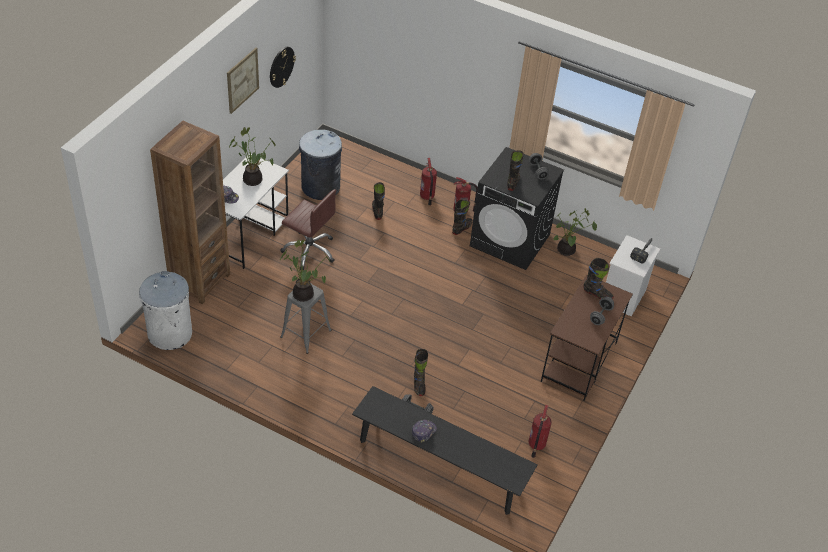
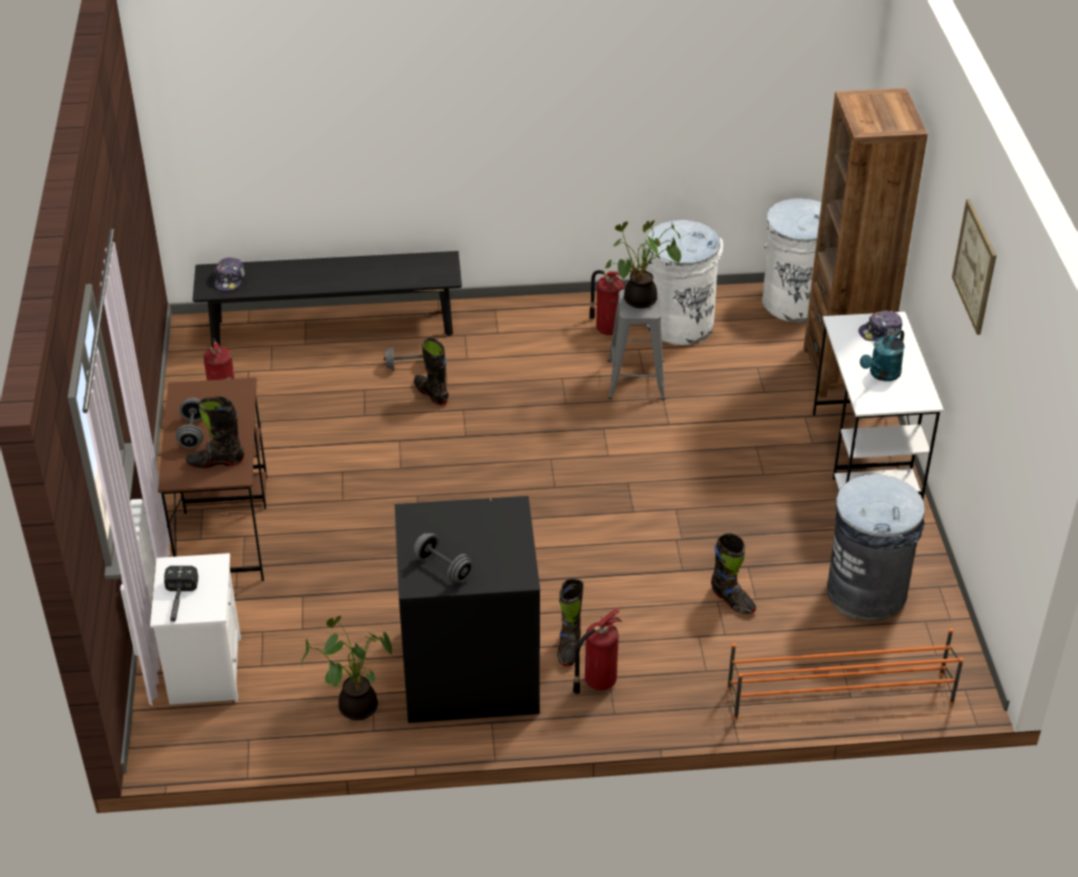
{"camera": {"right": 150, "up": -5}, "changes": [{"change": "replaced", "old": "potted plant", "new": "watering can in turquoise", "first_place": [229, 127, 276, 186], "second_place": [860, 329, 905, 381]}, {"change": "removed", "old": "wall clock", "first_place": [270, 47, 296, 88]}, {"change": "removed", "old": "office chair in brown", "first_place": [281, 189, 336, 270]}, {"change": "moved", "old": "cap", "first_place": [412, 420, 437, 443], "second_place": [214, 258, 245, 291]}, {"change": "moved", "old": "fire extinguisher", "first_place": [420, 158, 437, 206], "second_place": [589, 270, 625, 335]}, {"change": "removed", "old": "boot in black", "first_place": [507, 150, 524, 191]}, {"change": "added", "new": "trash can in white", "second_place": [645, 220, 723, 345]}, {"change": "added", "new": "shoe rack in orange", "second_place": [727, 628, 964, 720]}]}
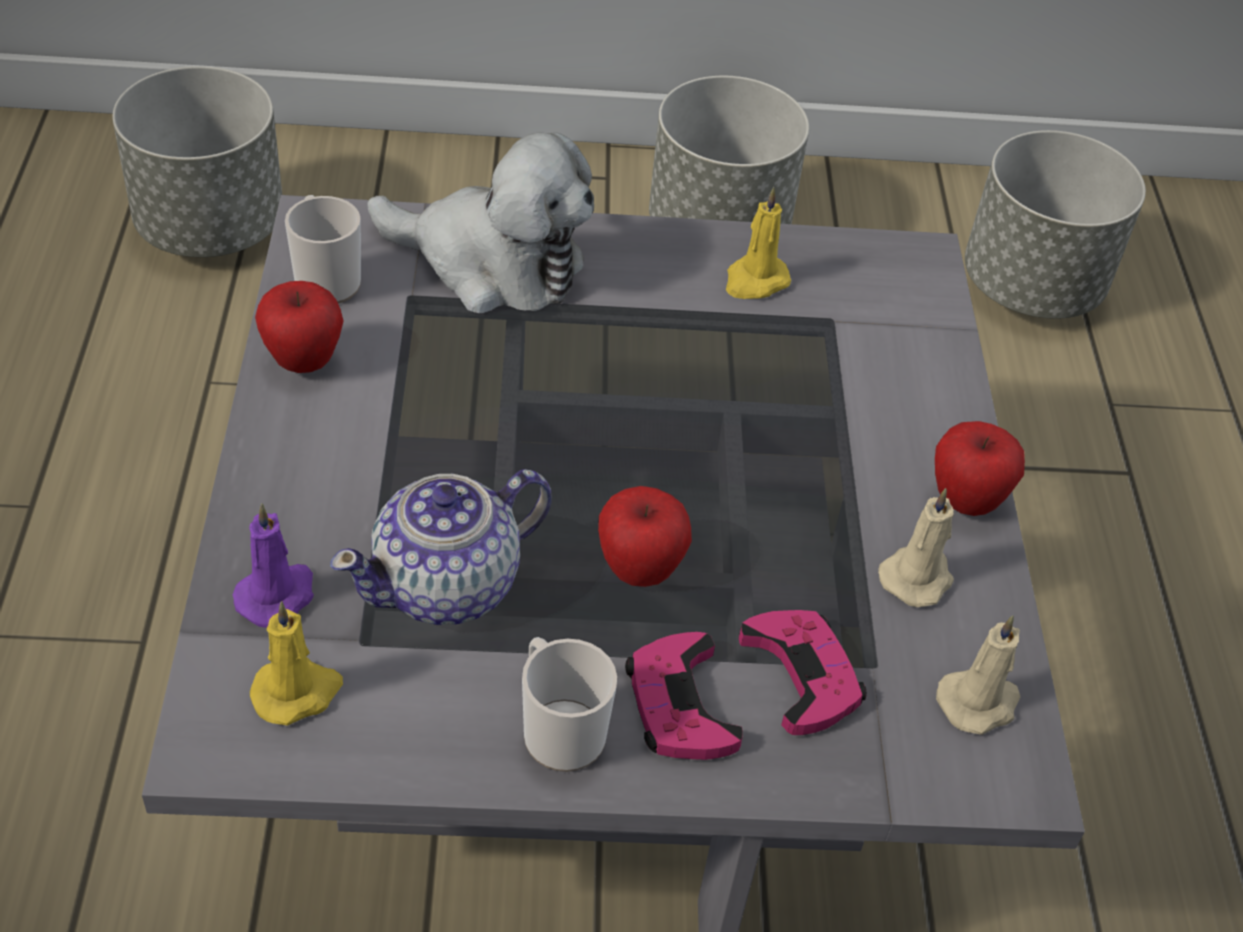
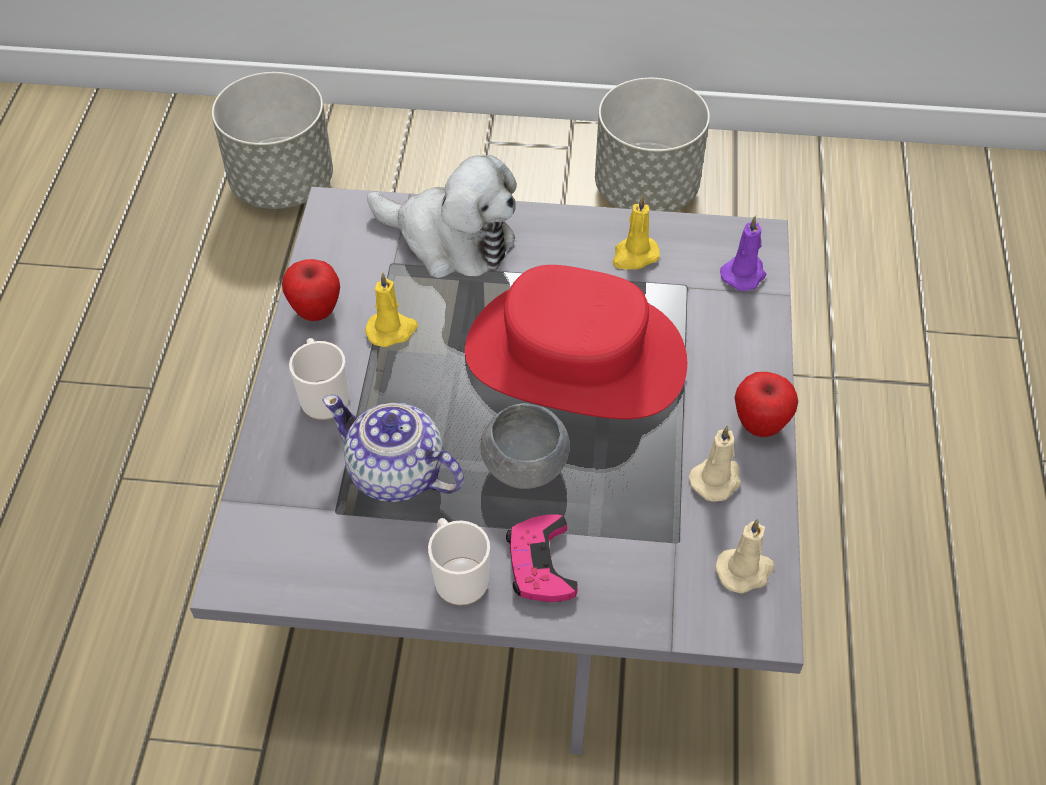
{"camera": {"right": 10, "up": 5}, "changes": [{"change": "moved", "old": "candle in purple", "first_place": [233, 504, 314, 628], "second_place": [720, 215, 766, 291]}, {"change": "moved", "old": "candle in yellow", "first_place": [250, 602, 343, 725], "second_place": [365, 272, 418, 347]}, {"change": "moved", "old": "mug", "first_place": [285, 195, 361, 304], "second_place": [289, 338, 349, 420]}, {"change": "turned", "old": "teapot", "first_place": [330, 469, 552, 625], "second_place": [323, 395, 464, 502], "degrees": 60}, {"change": "replaced", "old": "apple", "new": "bowl in grey", "first_place": [598, 486, 692, 587], "second_place": [480, 403, 570, 489]}, {"change": "removed", "old": "game controller in pink", "first_place": [739, 610, 867, 735]}, {"change": "removed", "old": "planter in grey", "first_place": [965, 130, 1146, 319]}, {"change": "added", "new": "hat in red", "second_place": [465, 265, 687, 419]}]}
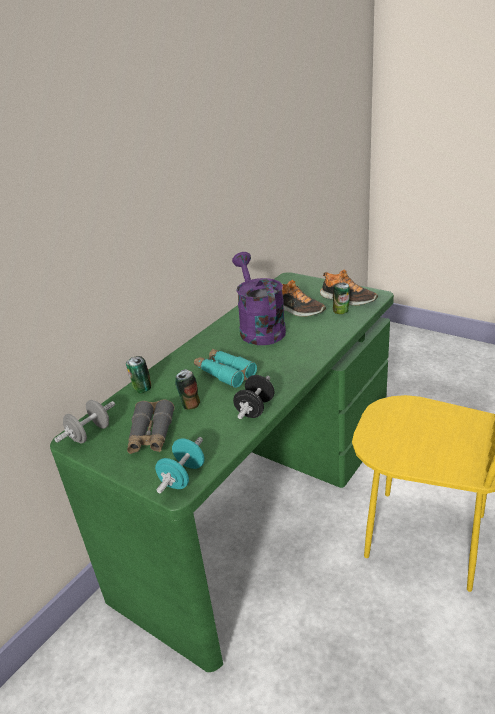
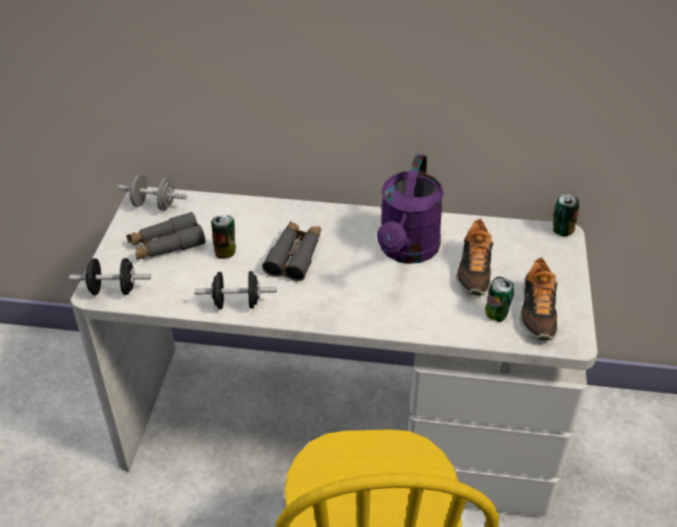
{"camera": {"right": 60, "up": 10}, "changes": [{"change": "recoloured", "old": "desk in green", "new": "desk in white", "first_place": [50, 272, 394, 672], "second_place": [71, 187, 598, 517]}, {"change": "moved", "old": "can", "first_place": [126, 356, 151, 393], "second_place": [553, 194, 579, 236]}, {"change": "recoloured", "old": "dumbbell in turquoise", "new": "dumbbell in black", "first_place": [155, 437, 205, 493], "second_place": [69, 258, 151, 295]}, {"change": "recoloured", "old": "binoculars in turquoise", "new": "binoculars in grey", "first_place": [194, 349, 257, 388], "second_place": [262, 221, 321, 281]}, {"change": "turned", "old": "watering can in purple", "first_place": [232, 252, 286, 345], "second_place": [377, 154, 444, 264], "degrees": 150}]}
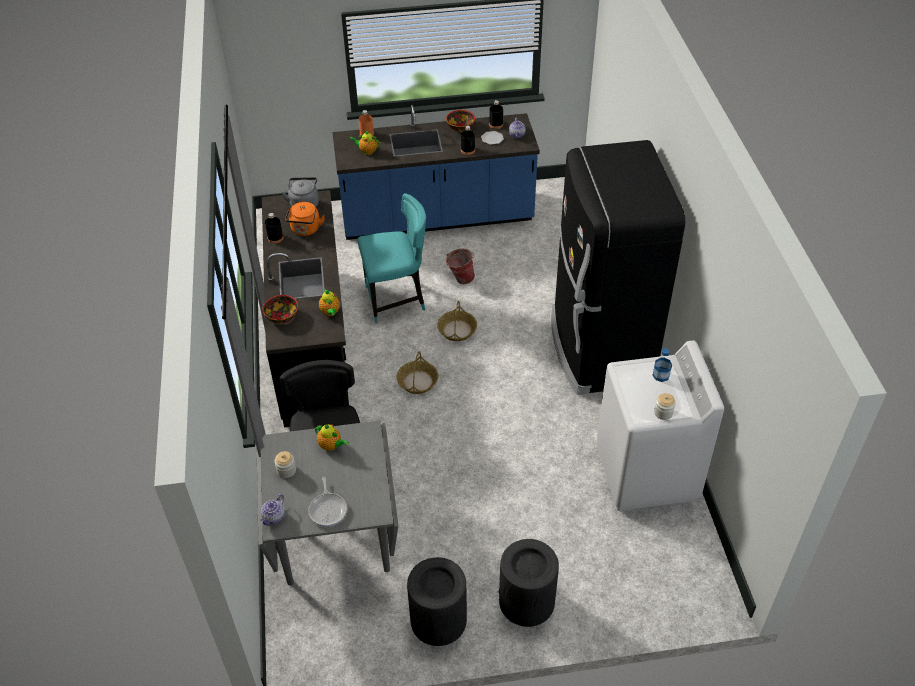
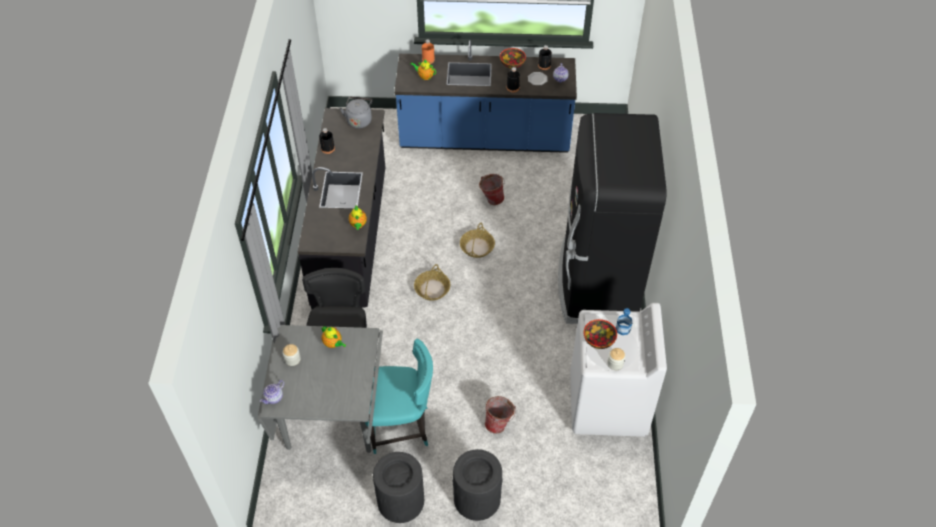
{"camera": {"right": 10, "up": 5}, "changes": [{"change": "moved", "old": "bowl", "first_place": [263, 295, 298, 324], "second_place": [584, 319, 617, 349]}, {"change": "removed", "old": "kettle in orange", "first_place": [285, 202, 325, 236]}, {"change": "removed", "old": "frying pan", "first_place": [308, 477, 347, 527]}, {"change": "moved", "old": "chair in turquoise", "first_place": [358, 193, 426, 323], "second_place": [365, 338, 433, 454]}, {"change": "added", "new": "bucket", "second_place": [485, 396, 516, 434]}]}
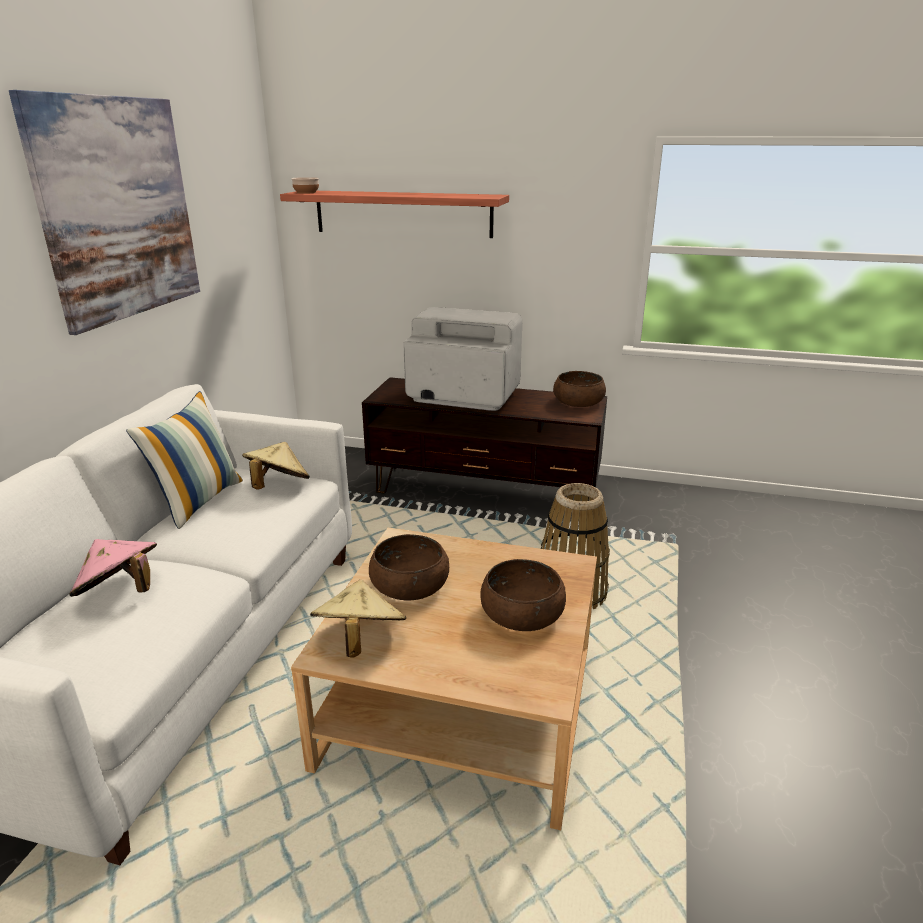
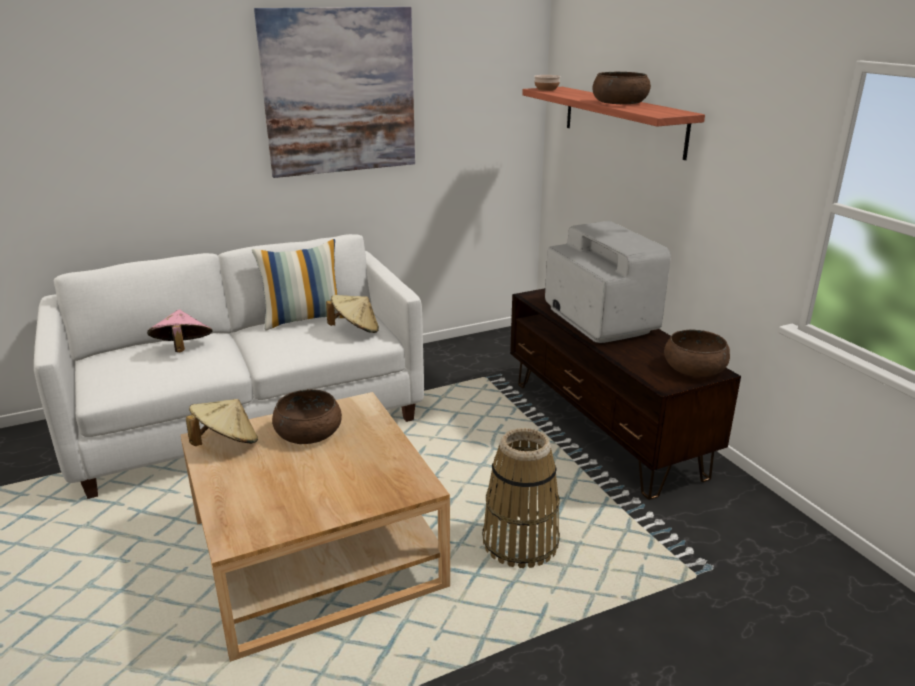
{"camera": {"right": 50, "up": 0}, "changes": [{"change": "moved", "old": "bowl in brown", "first_place": [480, 559, 566, 631], "second_place": [592, 72, 651, 104]}]}
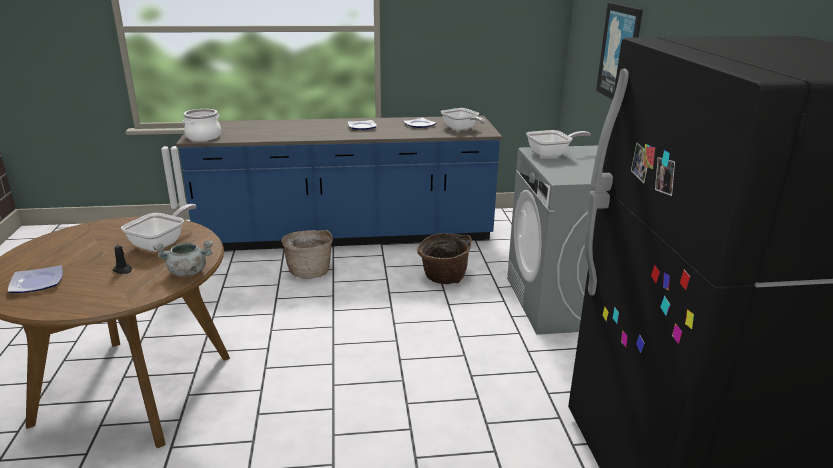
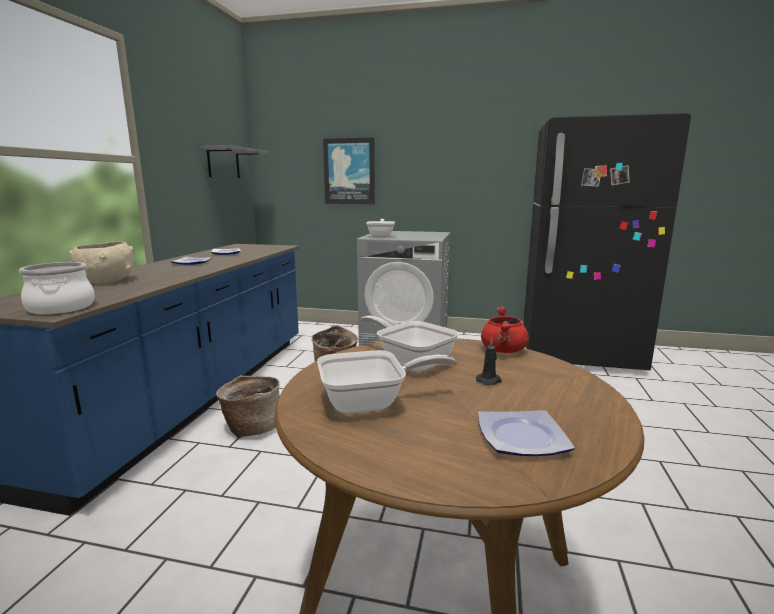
{"camera": {"right": -70, "up": -10}, "changes": [{"change": "recoloured", "old": "cooking pot in grey", "new": "cooking pot in red", "first_place": [153, 241, 213, 277], "second_place": [481, 306, 529, 353]}, {"change": "moved", "old": "frying pan", "first_place": [441, 108, 485, 130], "second_place": [317, 350, 455, 414]}, {"change": "added", "new": "bowl in beige", "second_place": [69, 242, 134, 284]}, {"change": "added", "new": "shelf in grey", "second_place": [200, 145, 269, 178]}]}
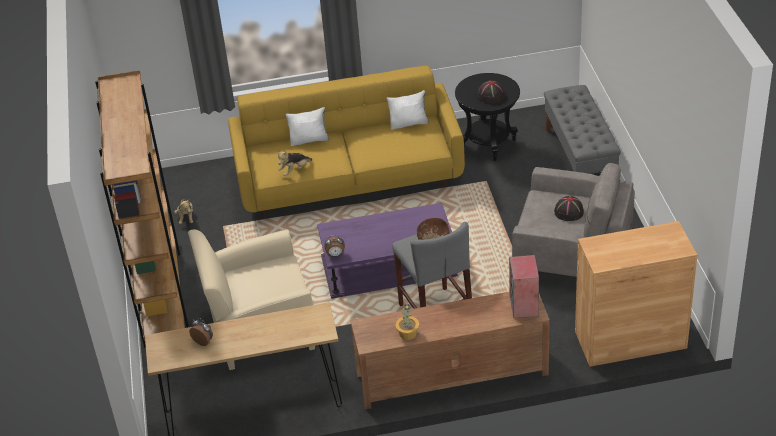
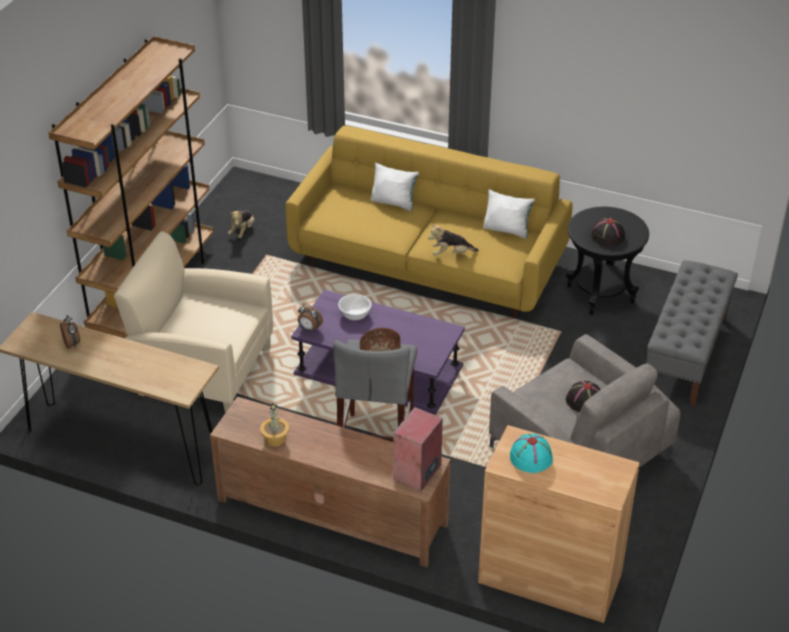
{"camera": {"right": 30, "up": 0}, "changes": [{"change": "moved", "old": "plush toy", "first_place": [276, 151, 313, 176], "second_place": [428, 223, 479, 255]}, {"change": "added", "new": "bowl in white", "second_place": [338, 294, 372, 320]}, {"change": "added", "new": "hat in turquoise", "second_place": [510, 434, 553, 473]}]}
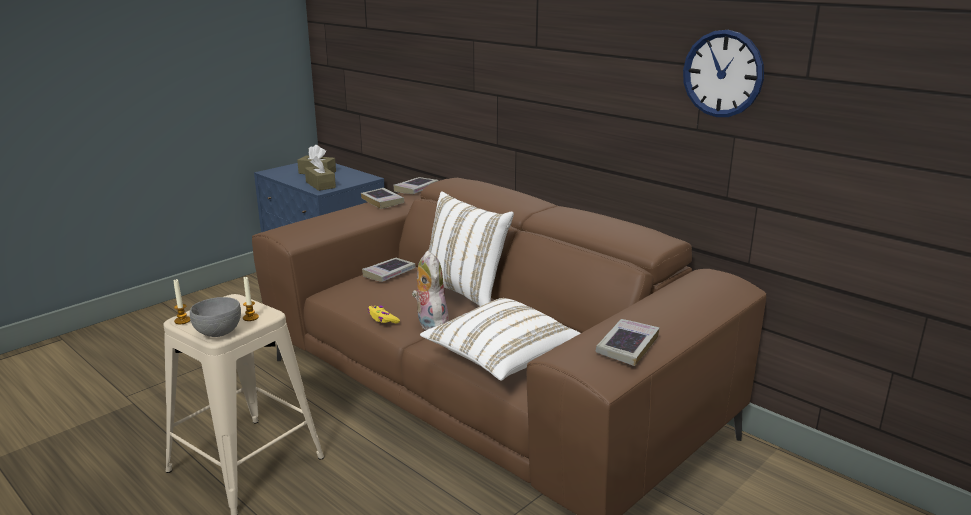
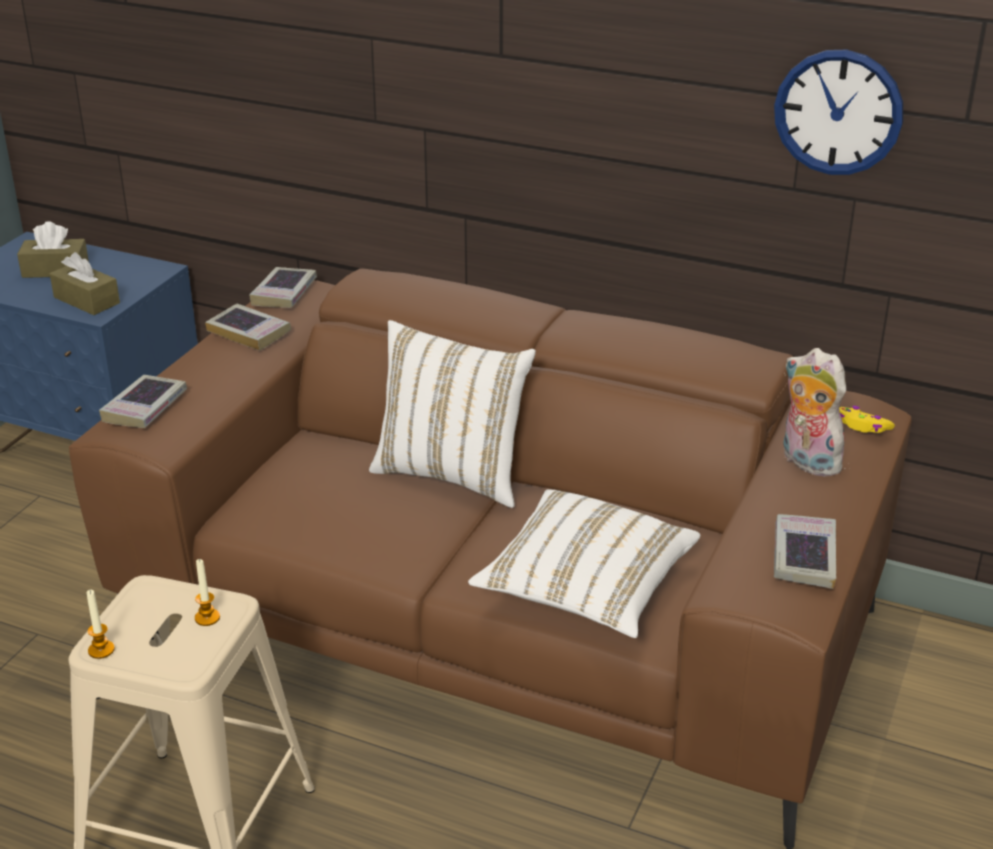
{"camera": {"right": -20, "up": 10}, "changes": [{"change": "removed", "old": "bowl in grey", "first_place": [190, 297, 241, 337]}, {"change": "moved", "old": "book", "first_place": [362, 258, 416, 282], "second_place": [99, 375, 187, 428]}, {"change": "moved", "old": "game controller in yellow", "first_place": [368, 306, 400, 324], "second_place": [839, 406, 895, 433]}, {"change": "moved", "old": "plush toy", "first_place": [412, 250, 449, 330], "second_place": [784, 348, 850, 477]}]}
